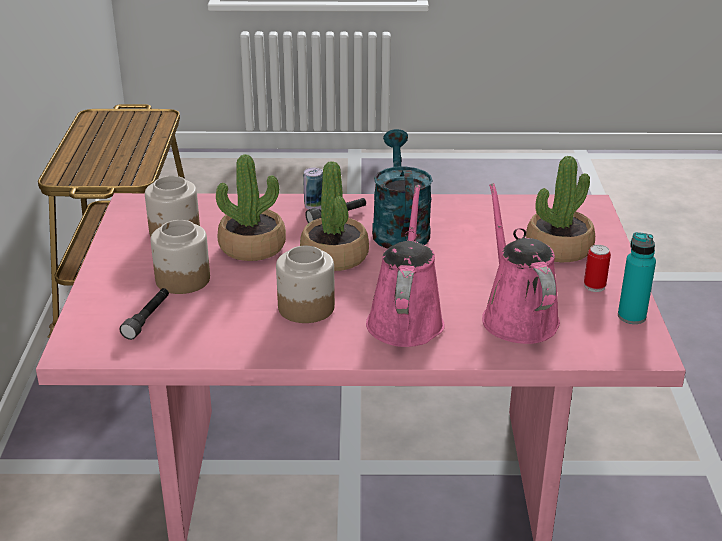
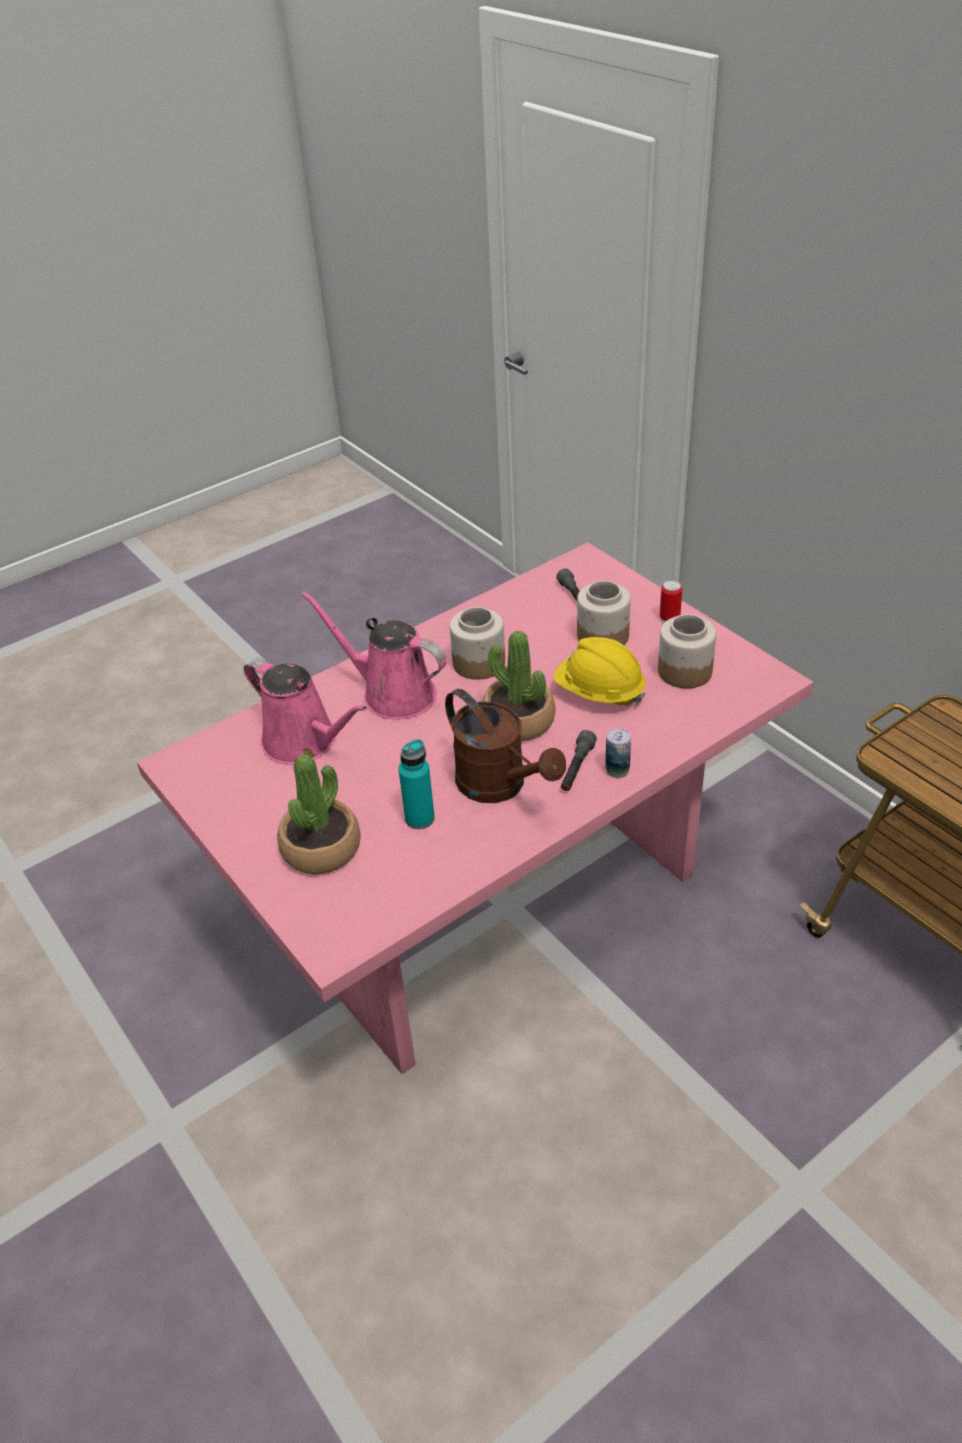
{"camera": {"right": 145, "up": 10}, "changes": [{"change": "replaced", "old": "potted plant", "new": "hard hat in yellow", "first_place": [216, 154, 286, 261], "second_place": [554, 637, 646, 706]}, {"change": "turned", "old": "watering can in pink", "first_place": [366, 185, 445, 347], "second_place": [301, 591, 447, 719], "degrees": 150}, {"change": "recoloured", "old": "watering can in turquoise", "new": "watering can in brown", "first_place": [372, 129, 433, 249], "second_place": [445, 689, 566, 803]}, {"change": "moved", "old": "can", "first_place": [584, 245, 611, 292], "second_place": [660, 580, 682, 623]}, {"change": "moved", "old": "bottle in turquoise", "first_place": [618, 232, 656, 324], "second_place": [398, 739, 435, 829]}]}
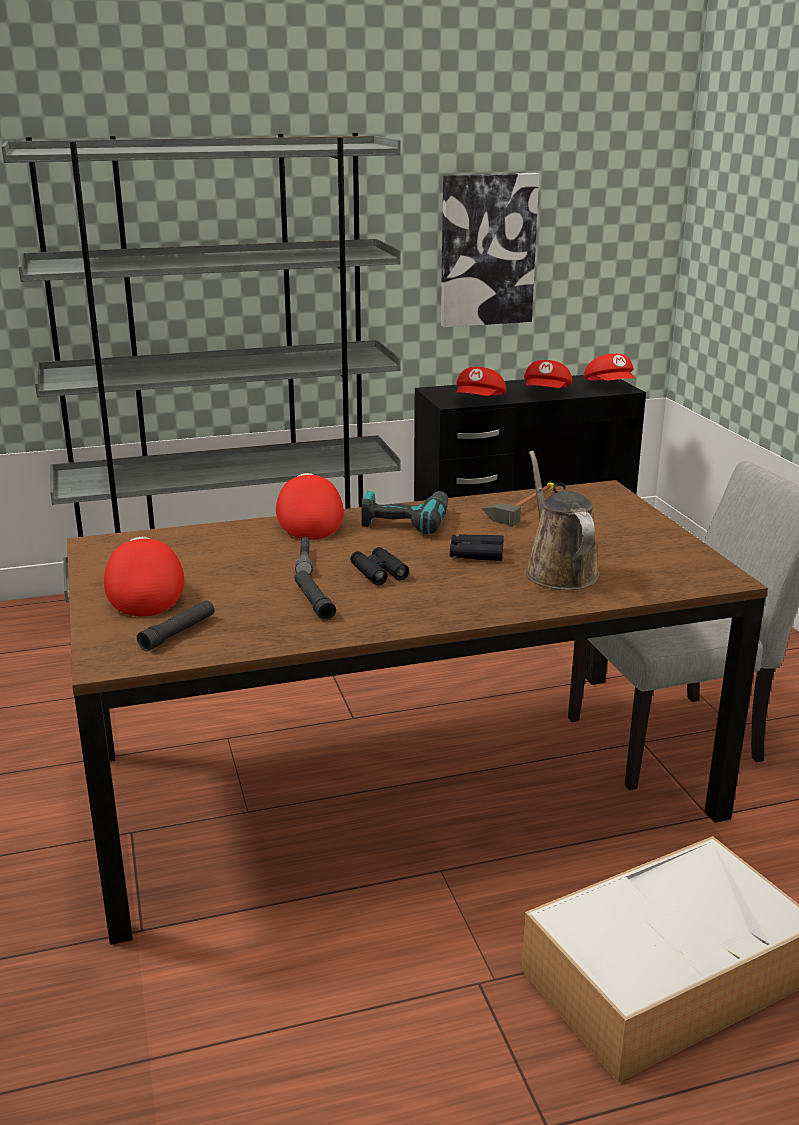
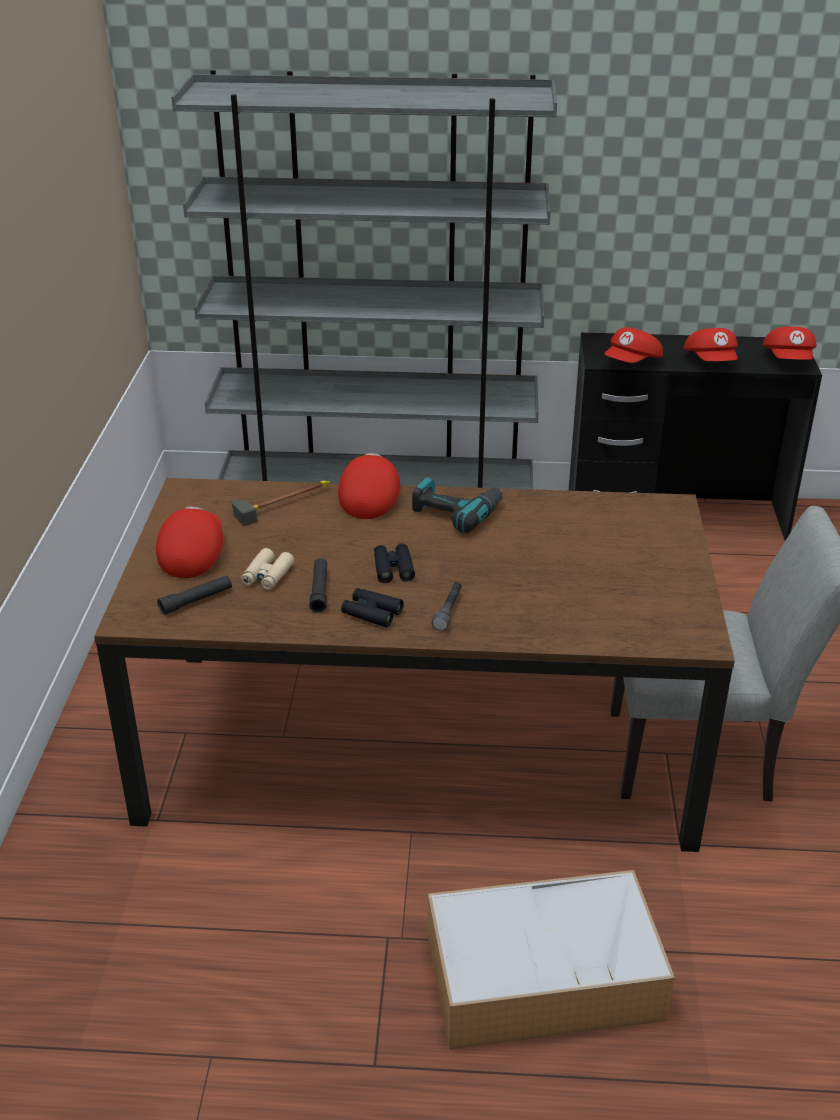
{"camera": {"right": 20, "up": 10}, "changes": [{"change": "moved", "old": "flashlight in grey", "first_place": [295, 537, 313, 575], "second_place": [432, 582, 462, 631]}, {"change": "removed", "old": "picture", "first_place": [441, 173, 539, 327]}, {"change": "moved", "old": "binoculars in black", "first_place": [450, 534, 504, 561], "second_place": [341, 588, 404, 628]}, {"change": "moved", "old": "hammer", "first_place": [481, 482, 554, 527], "second_place": [231, 480, 331, 526]}, {"change": "turned", "old": "cap in red", "first_place": [524, 360, 572, 388], "second_place": [684, 328, 738, 361], "degrees": -45}, {"change": "removed", "old": "watering can in brown", "first_place": [525, 451, 600, 590]}, {"change": "added", "new": "binoculars in beige", "second_place": [241, 548, 294, 590]}]}
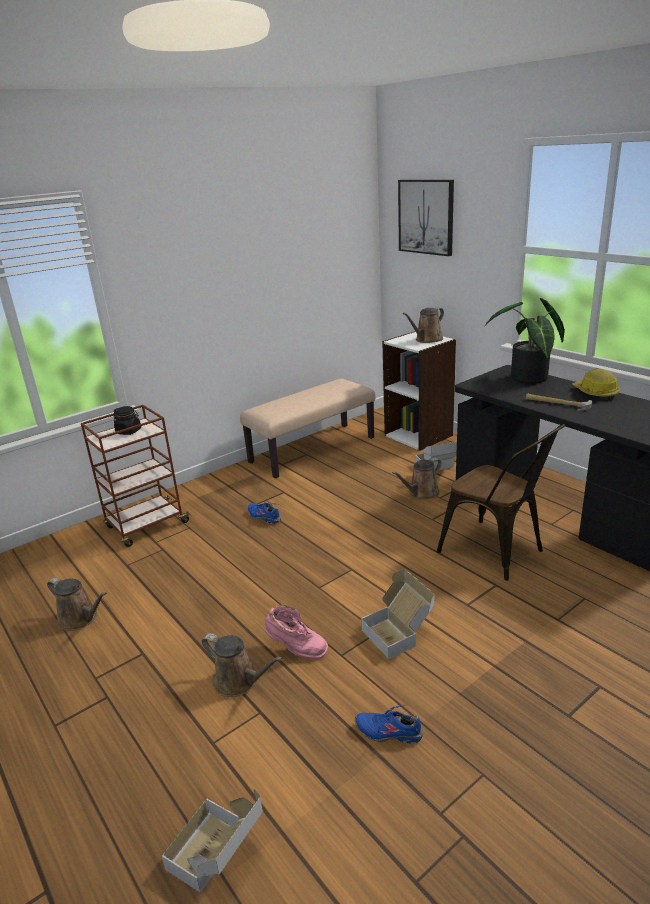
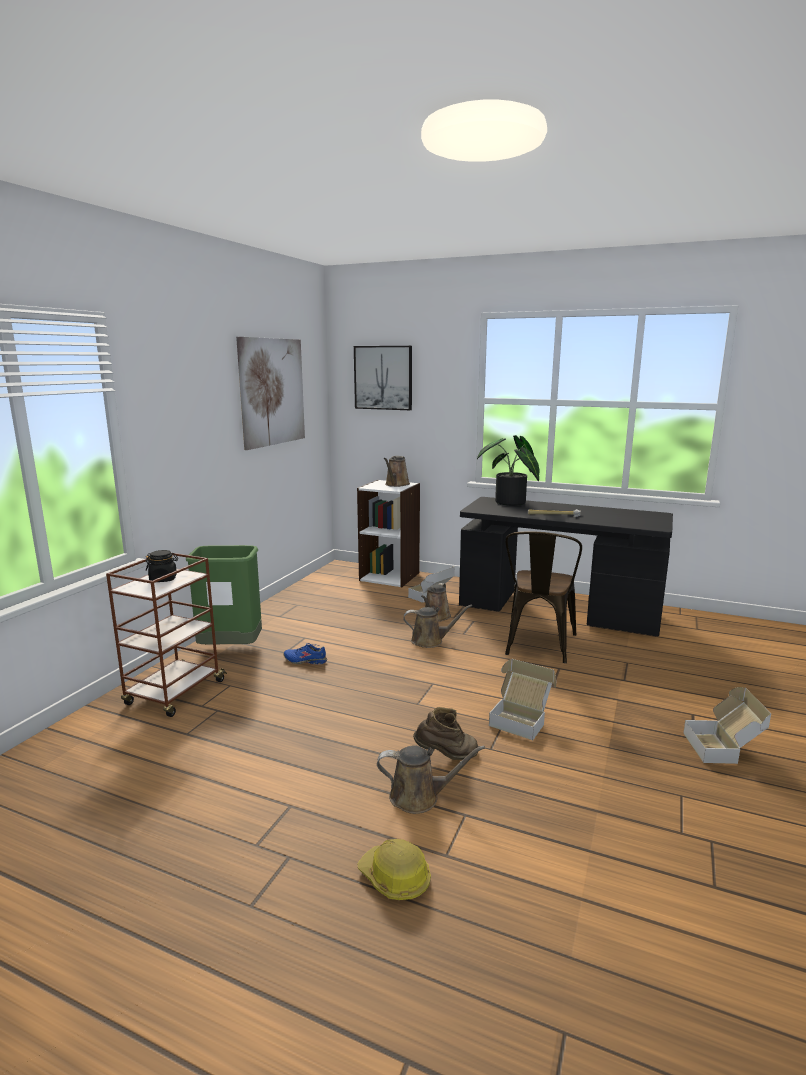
{"camera": {"right": -30, "up": -10}, "changes": [{"change": "moved", "old": "watering can in brown", "first_place": [47, 578, 107, 631], "second_place": [403, 604, 472, 648]}, {"change": "moved", "old": "cardboard box", "first_place": [162, 789, 263, 893], "second_place": [683, 687, 771, 764]}, {"change": "removed", "old": "bench in beige", "first_place": [240, 379, 375, 478]}, {"change": "recoloured", "old": "boot in pink", "new": "boot in brown", "first_place": [264, 604, 328, 659], "second_place": [413, 707, 478, 760]}, {"change": "removed", "old": "shoe in blue", "first_place": [355, 705, 423, 744]}, {"change": "turned", "old": "chair in brown", "first_place": [437, 424, 565, 581], "second_place": [505, 532, 582, 663], "degrees": 90}, {"change": "moved", "old": "hard hat", "first_place": [573, 368, 619, 399], "second_place": [357, 839, 431, 900]}, {"change": "added", "new": "trash can in green", "second_place": [186, 545, 262, 644]}, {"change": "added", "new": "picture", "second_place": [236, 337, 305, 450]}]}
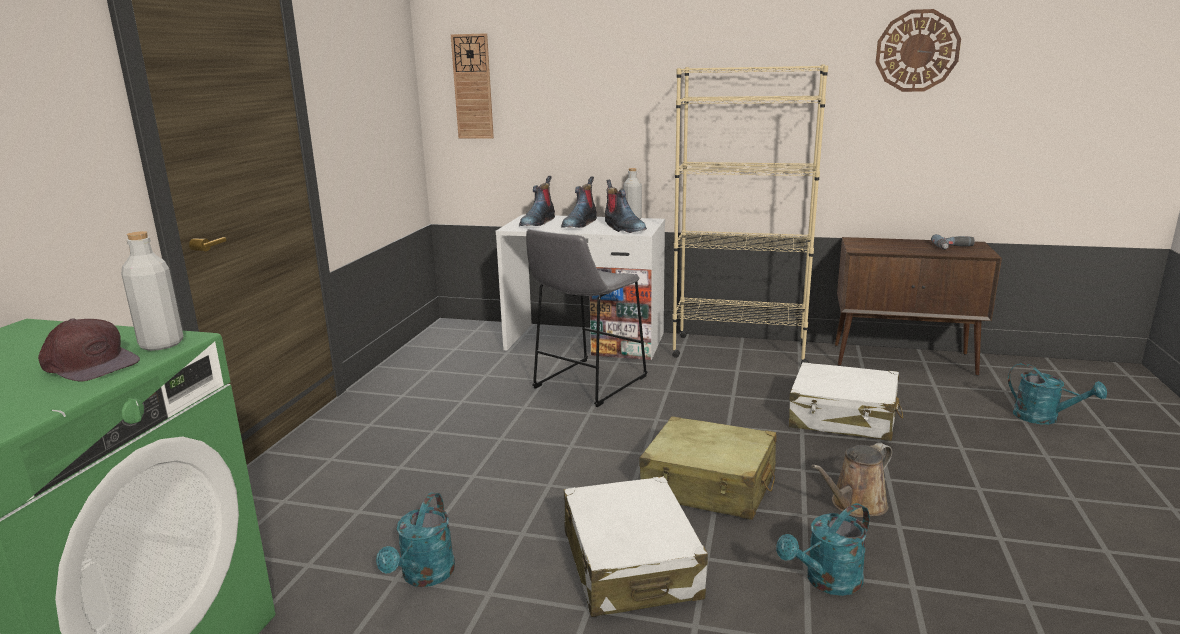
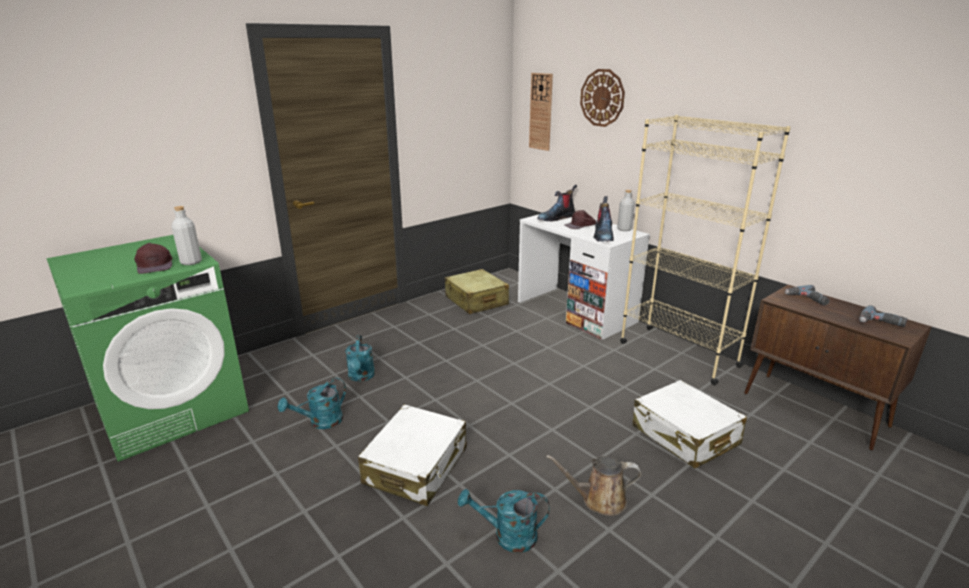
{"camera": {"right": 35, "up": 5}, "changes": [{"change": "removed", "old": "stool in grey", "first_place": [526, 228, 647, 407]}, {"change": "replaced", "old": "boot", "new": "cap in brown", "first_place": [561, 177, 597, 228], "second_place": [564, 210, 596, 229]}, {"change": "moved", "old": "suitcase in beige", "first_place": [639, 416, 776, 520], "second_place": [445, 269, 509, 314]}, {"change": "moved", "old": "wall clock", "first_place": [876, 9, 961, 92], "second_place": [580, 69, 625, 127]}, {"change": "moved", "old": "watering can in turquoise", "first_place": [1008, 363, 1107, 425], "second_place": [345, 335, 375, 382]}, {"change": "added", "new": "power drill", "second_place": [785, 285, 830, 305]}]}
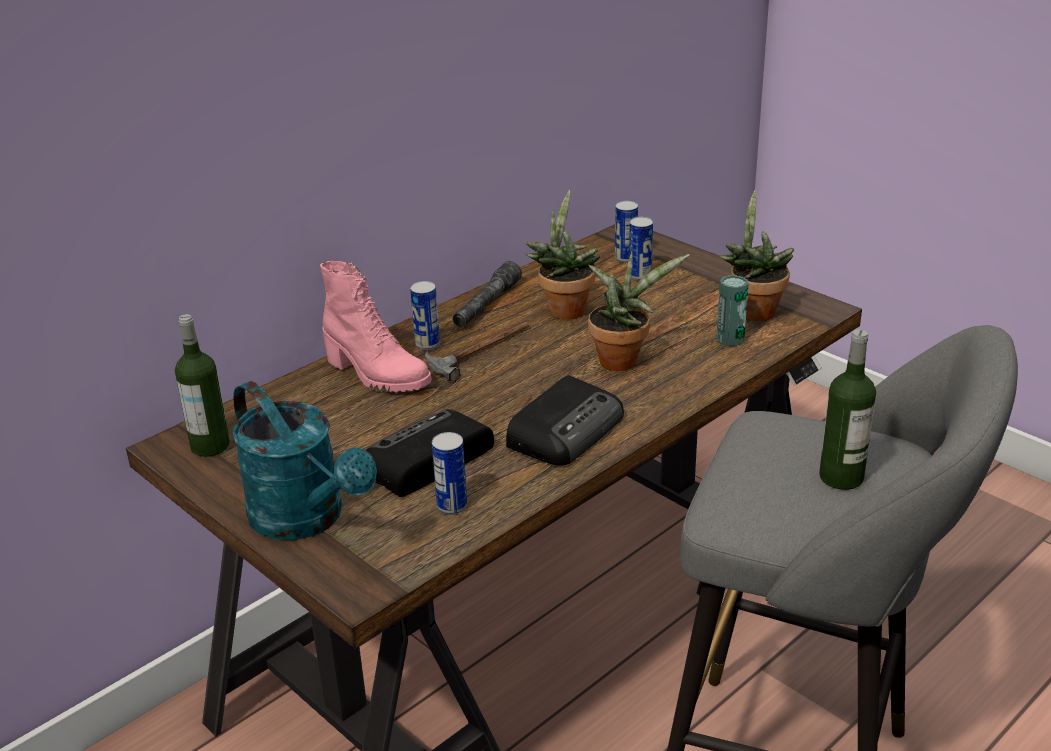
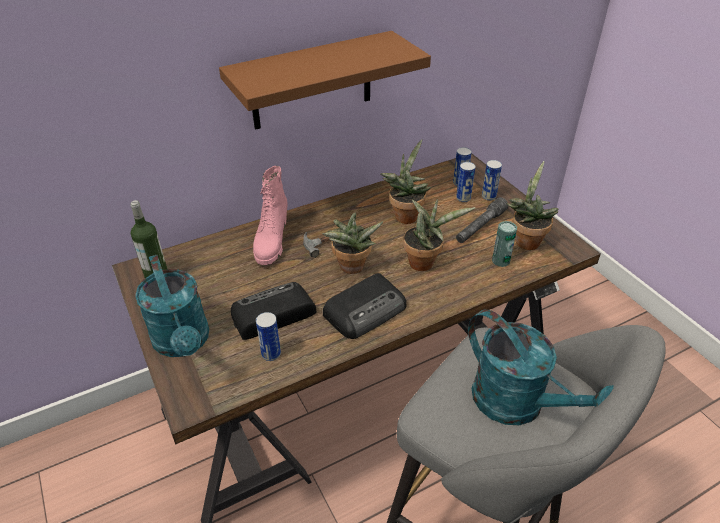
{"camera": {"right": 15, "up": 10}, "changes": [{"change": "turned", "old": "boot in pink", "first_place": [320, 261, 432, 392], "second_place": [253, 166, 288, 265], "degrees": 45}, {"change": "moved", "old": "can", "first_place": [410, 281, 440, 350], "second_place": [482, 160, 502, 200]}, {"change": "moved", "old": "flashlight in grey", "first_place": [453, 261, 522, 327], "second_place": [456, 197, 508, 243]}, {"change": "replaced", "old": "bottle", "new": "watering can in turquoise", "first_place": [819, 330, 876, 490], "second_place": [468, 310, 614, 425]}, {"change": "added", "new": "shelf in brown", "second_place": [219, 31, 431, 130]}, {"change": "added", "new": "potted plant", "second_place": [322, 213, 383, 274]}]}
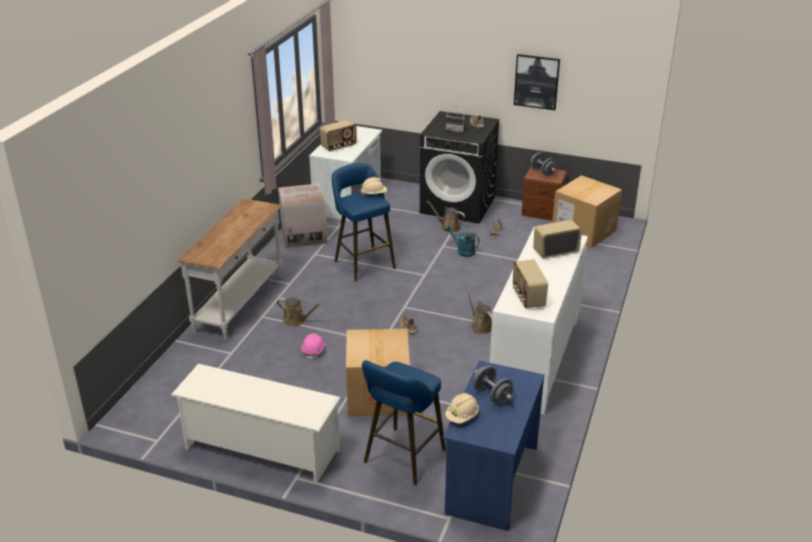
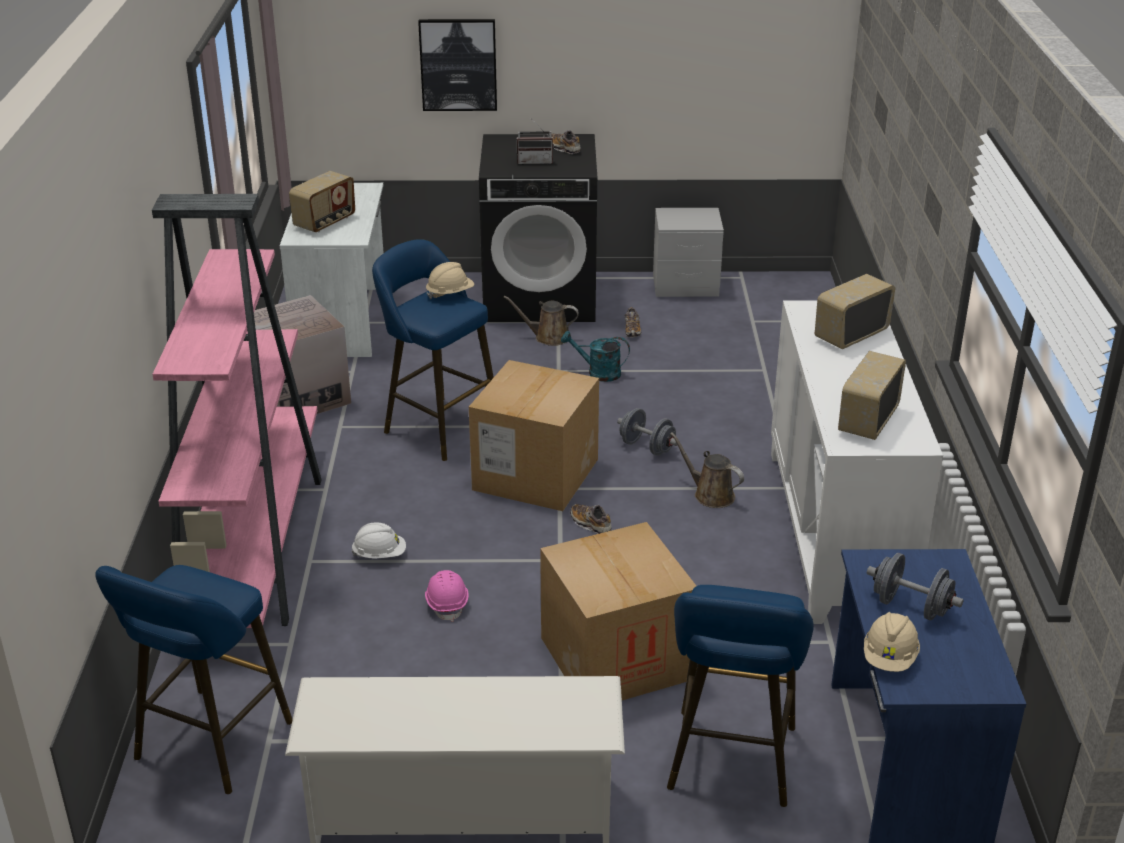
{"camera": {"right": -20, "up": 0}, "changes": [{"change": "replaced", "old": "console table in white", "new": "bookcase in pink", "first_place": [178, 198, 283, 340], "second_place": [152, 194, 322, 628]}, {"change": "replaced", "old": "watering can in brown", "new": "hard hat in white", "first_place": [277, 298, 322, 327], "second_place": [351, 522, 406, 559]}, {"change": "turned", "old": "radio", "first_place": [513, 260, 548, 308], "second_place": [838, 351, 906, 440], "degrees": 60}, {"change": "moved", "old": "picture", "first_place": [514, 54, 560, 110], "second_place": [418, 19, 497, 111]}, {"change": "recoloured", "old": "nightstand in brown", "new": "nightstand in grey", "first_place": [522, 167, 567, 221], "second_place": [653, 208, 724, 297]}, {"change": "moved", "old": "dumbbell in grey", "first_place": [531, 152, 557, 176], "second_place": [617, 408, 677, 456]}, {"change": "moved", "old": "cardboard box", "first_place": [552, 175, 622, 248], "second_place": [469, 360, 599, 511]}, {"change": "added", "new": "stool in blue", "second_place": [95, 565, 293, 794]}]}
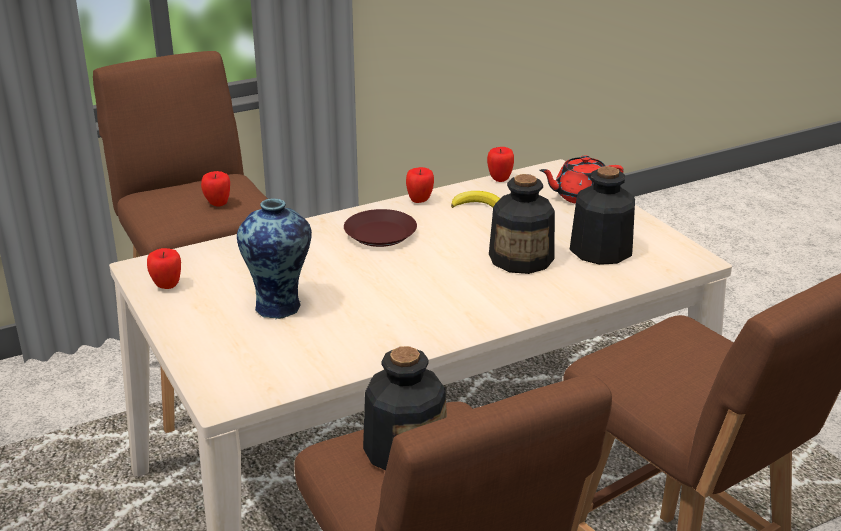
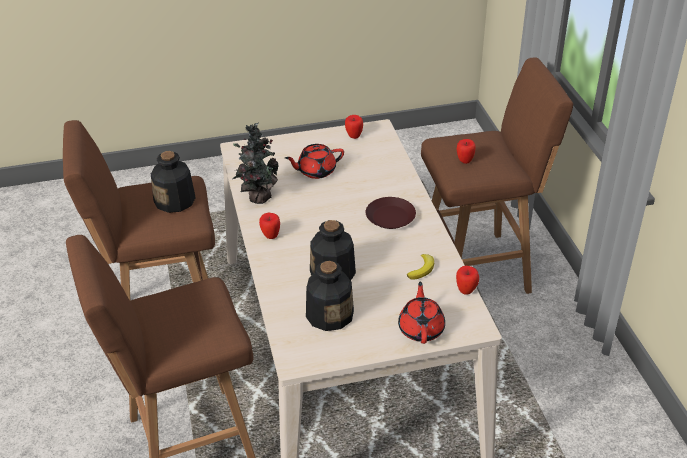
{"camera": {"right": 105, "up": 10}, "changes": [{"change": "replaced", "old": "vase", "new": "teapot in red", "first_place": [237, 198, 312, 320], "second_place": [285, 144, 344, 179]}, {"change": "moved", "old": "apple", "first_place": [406, 167, 434, 203], "second_place": [259, 213, 280, 239]}, {"change": "added", "new": "potted plant", "second_place": [232, 122, 279, 204]}]}
